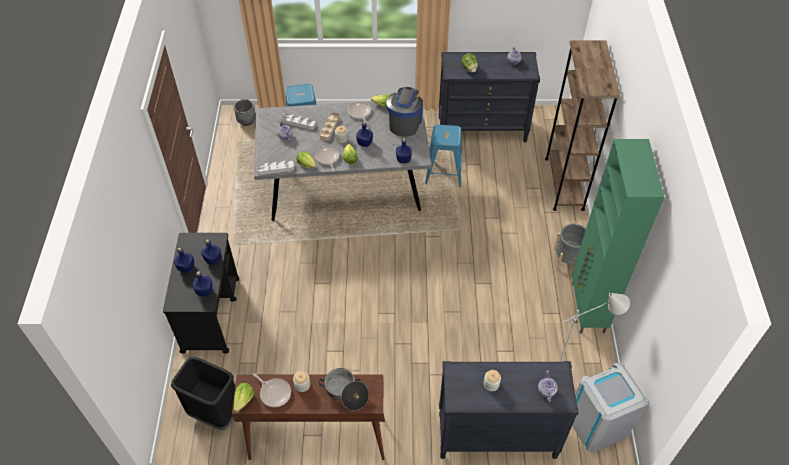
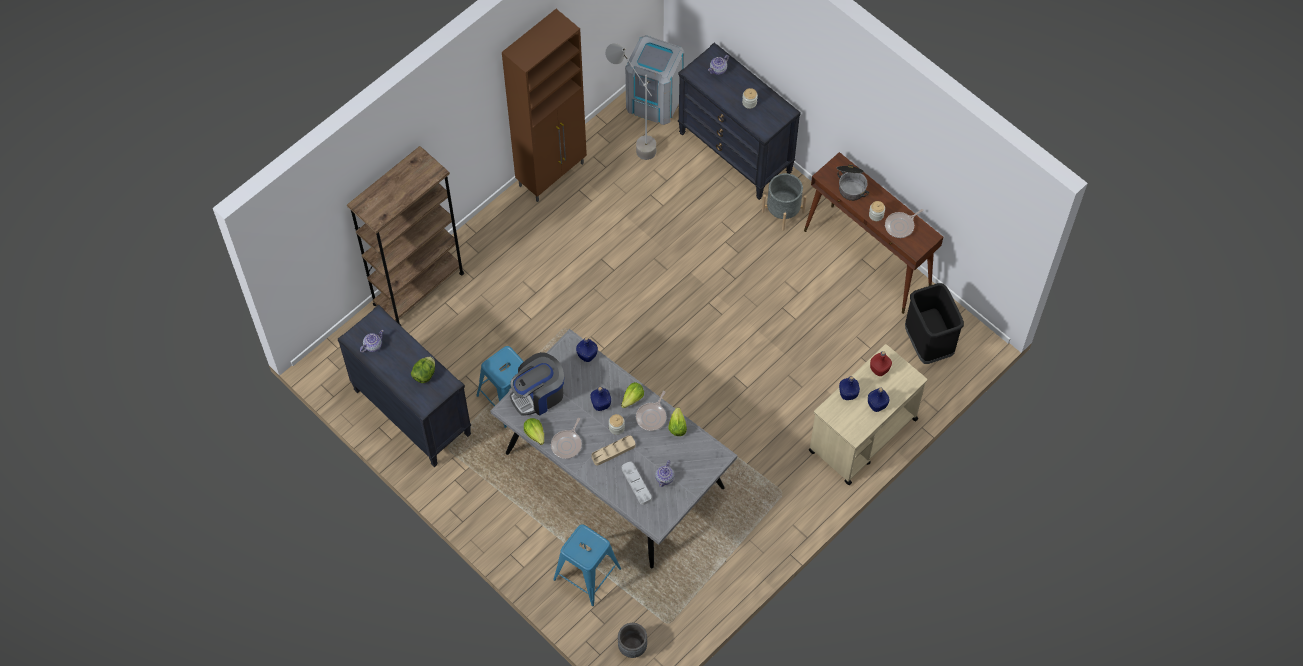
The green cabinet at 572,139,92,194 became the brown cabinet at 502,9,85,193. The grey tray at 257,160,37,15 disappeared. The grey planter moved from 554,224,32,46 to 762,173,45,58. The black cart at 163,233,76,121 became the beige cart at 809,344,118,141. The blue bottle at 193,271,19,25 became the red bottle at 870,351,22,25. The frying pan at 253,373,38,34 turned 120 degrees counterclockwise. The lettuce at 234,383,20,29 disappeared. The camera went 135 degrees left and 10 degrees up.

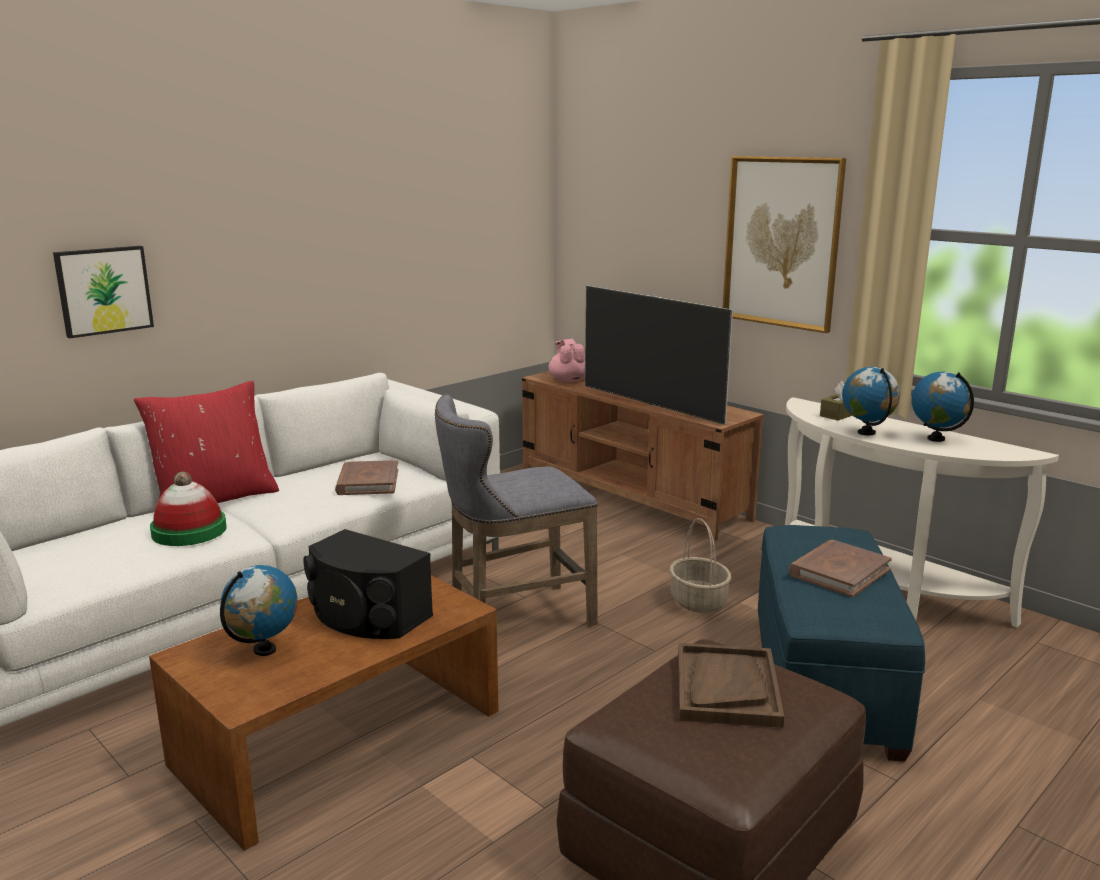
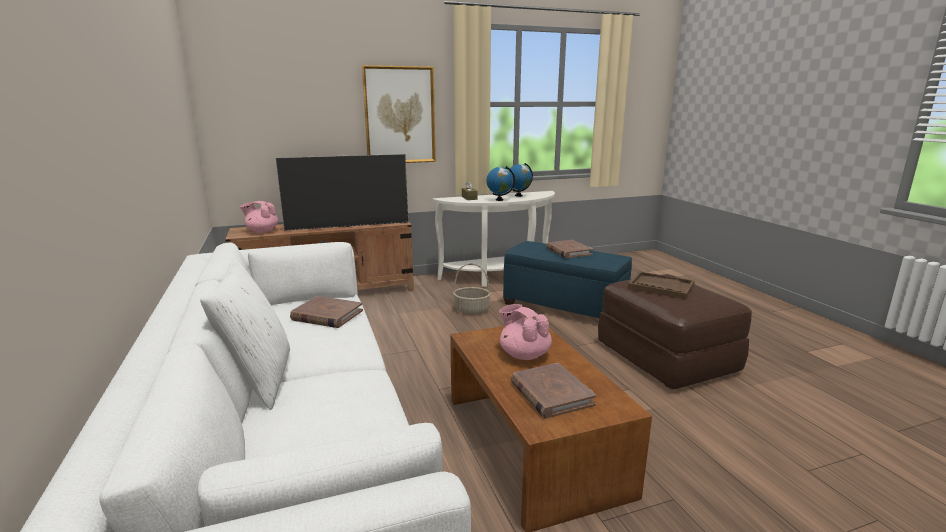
The picture at 53,246,101,92 disappeared. The red pillow at 134,381,145,122 became the white pillow at 200,258,90,152. The grey stool at 435,395,163,231 disappeared. The hat at 150,472,77,74 disappeared. The black speaker at 303,529,130,110 was replaced by the pink teapot at 499,304,53,56. The globe at 220,565,78,91 was replaced by the brown book at 511,363,85,55. The camera went 65 degrees left and 0 degrees up.

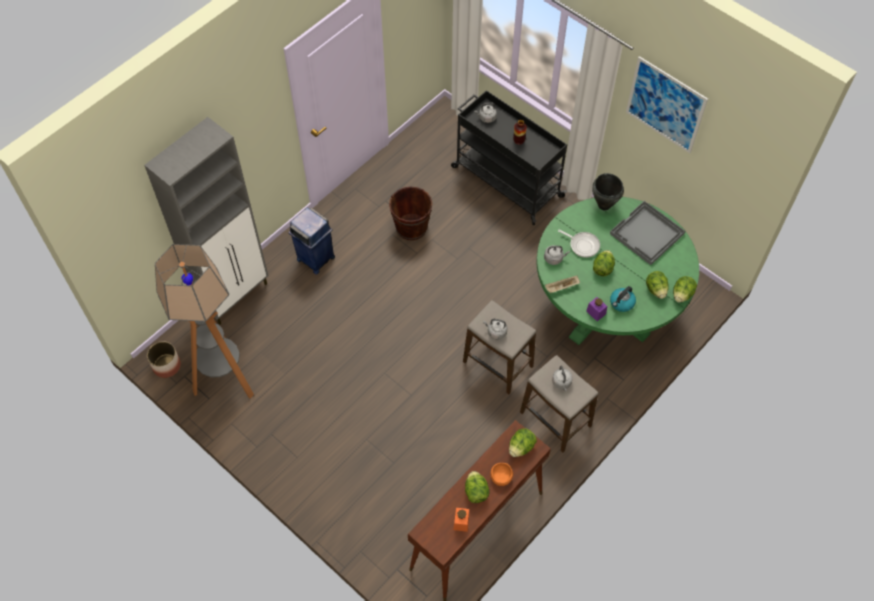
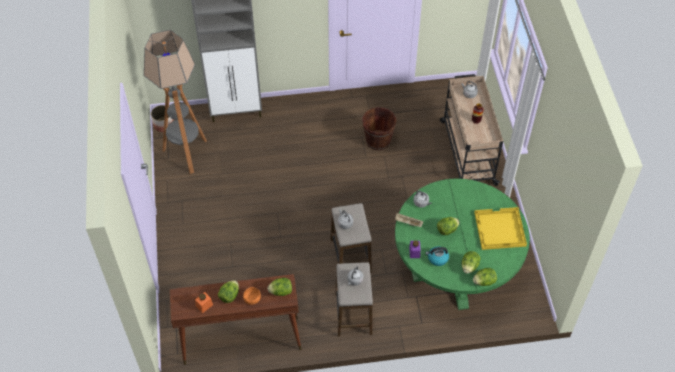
The picture at 626,56,82,97 disappeared. The black cart at 451,90,116,135 became the beige cart at 440,74,63,112. The black cooking pot at 592,173,32,37 disappeared. The grey tray at 610,201,75,64 became the yellow tray at 474,207,53,43. The blue trash can at 289,208,46,67 disappeared. The frying pan at 558,229,42,29 disappeared. The camera went 40 degrees right and 5 degrees down.

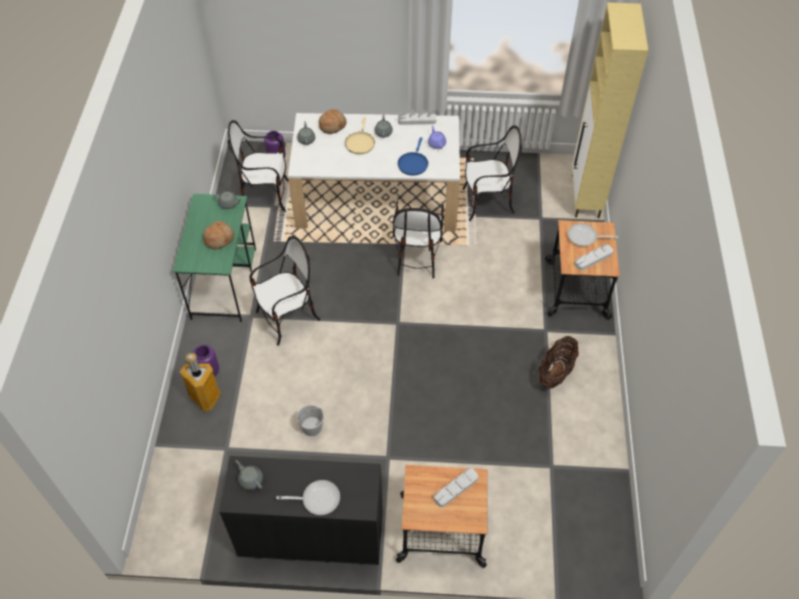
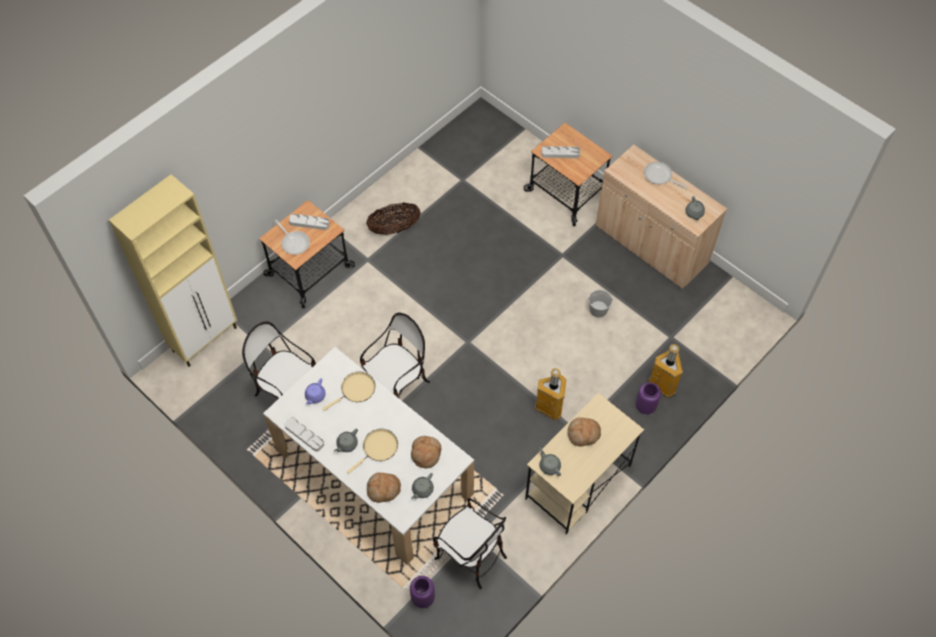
The blue frying pan at 398,137,30,39 became the beige frying pan at 322,372,53,39. The green desk at 173,194,83,128 became the beige desk at 525,393,119,141. The chair at 250,236,71,110 was replaced by the trash can at 535,368,32,52. The black cabinet at 219,456,164,109 became the beige cabinet at 596,145,131,144. The bread at 411,436,31,33 appeared. The camera went 140 degrees left and 5 degrees up.

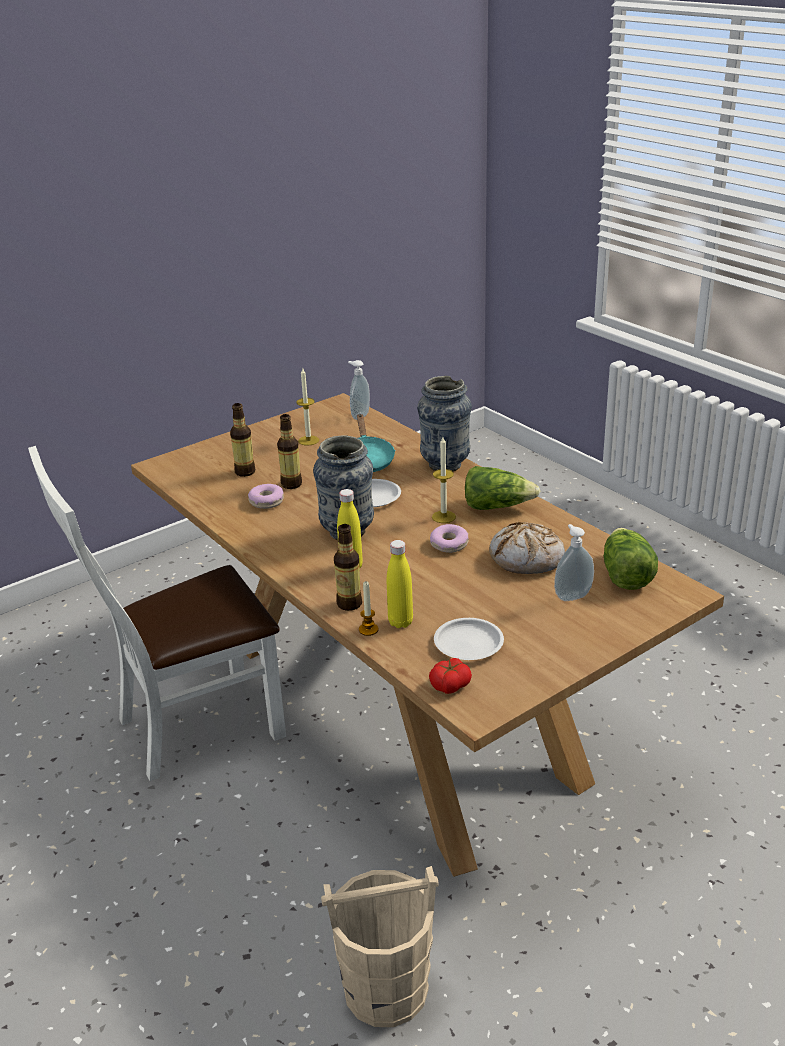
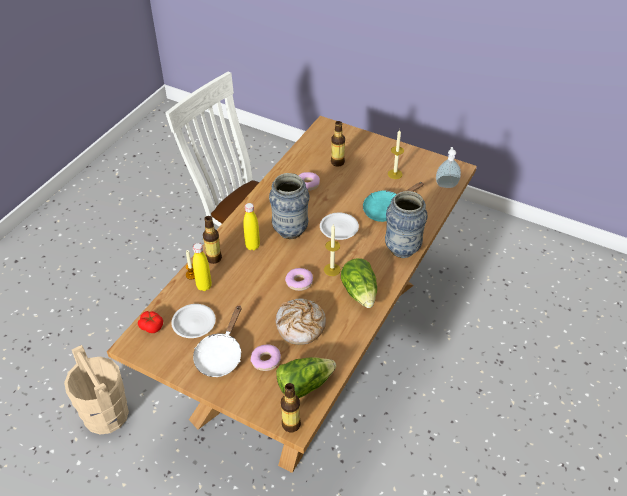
The bottle moved from 277,414,25,75 to 281,383,20,49. The soap dispenser at 554,524,40,77 was replaced by the donut at 251,345,30,26. The white frying pan at 193,305,48,72 appeared. The camera went 65 degrees right and 15 degrees up.

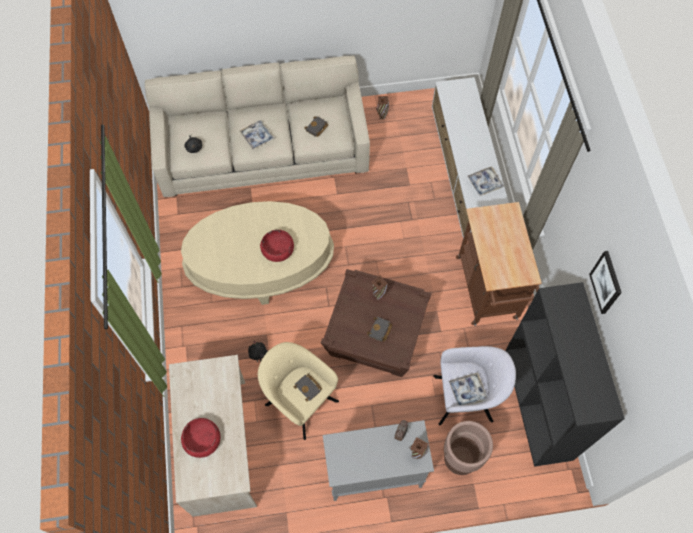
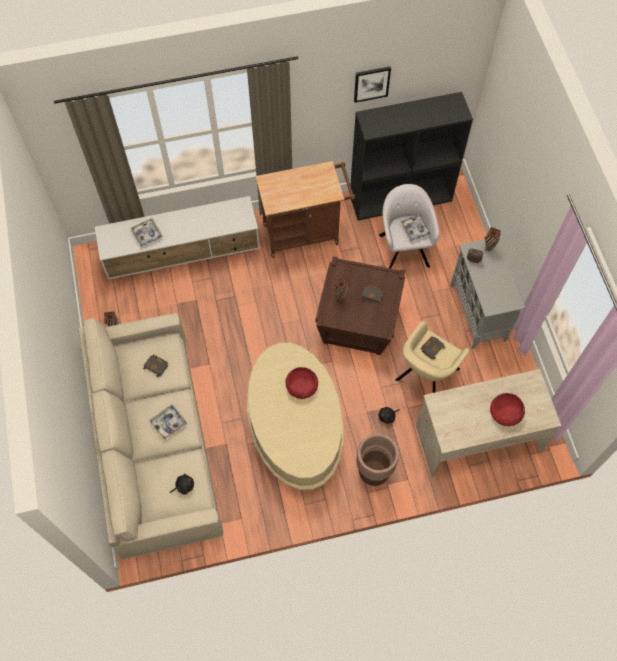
The tray moved from 468,166,36,30 to 131,218,32,29. The brown planter moved from 444,421,49,54 to 356,433,43,53. The camera went 95 degrees left and 0 degrees up.

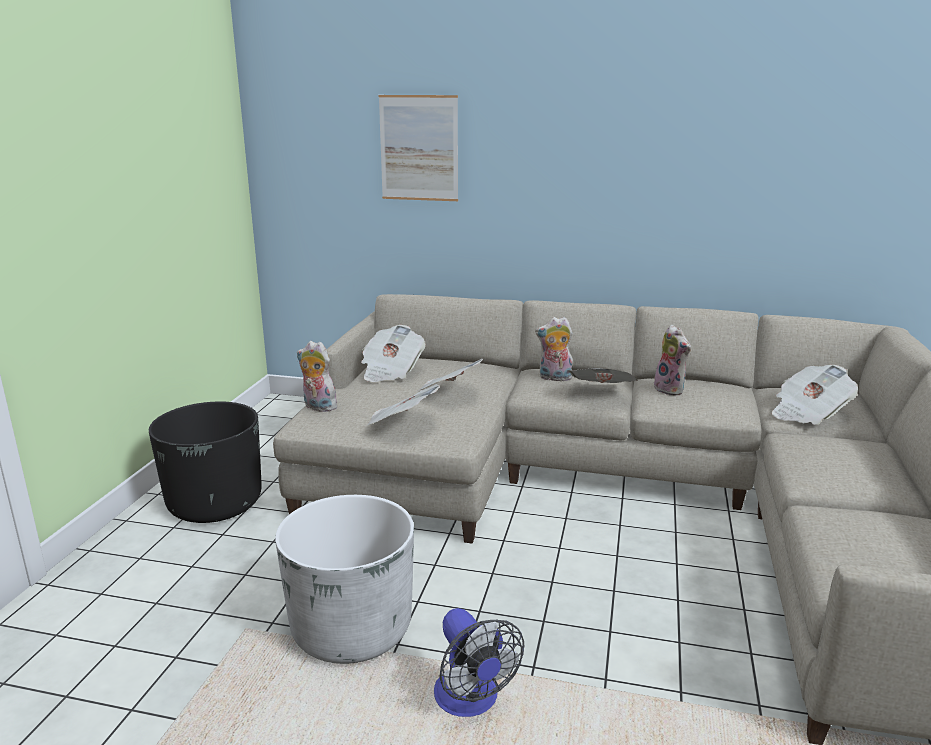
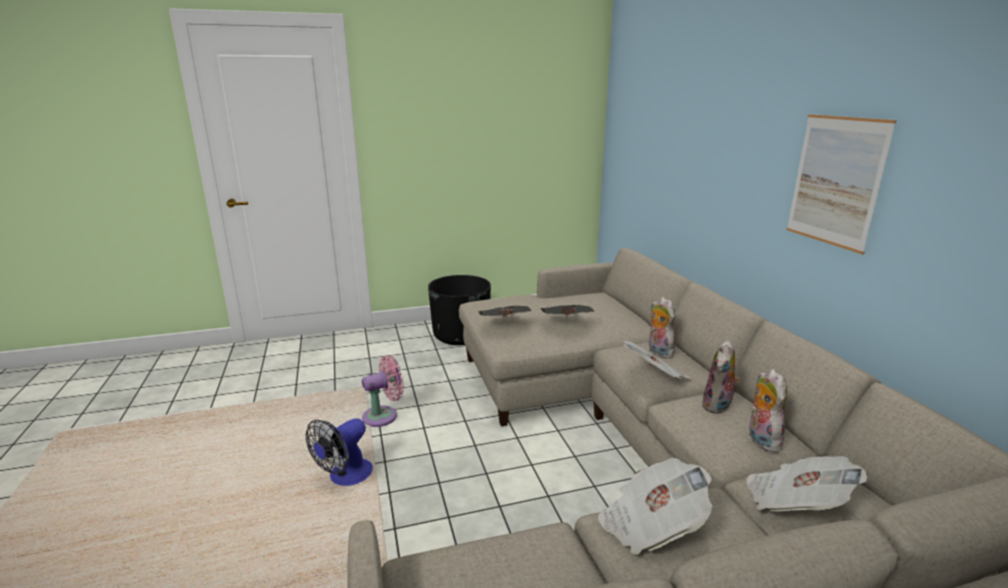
The picture moved from 378,95,80,106 to 786,114,111,140. The newspaper moved from 361,325,64,57 to 598,458,114,97. The plush toy moved from 297,341,40,71 to 749,369,38,83. The white planter at 275,495,139,169 was replaced by the pink fan at 362,355,42,72. The camera went 60 degrees right and 0 degrees up.

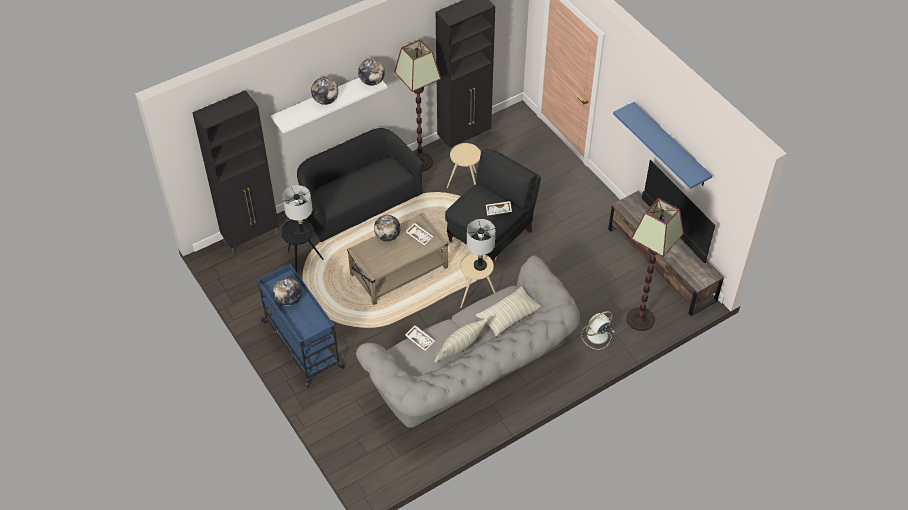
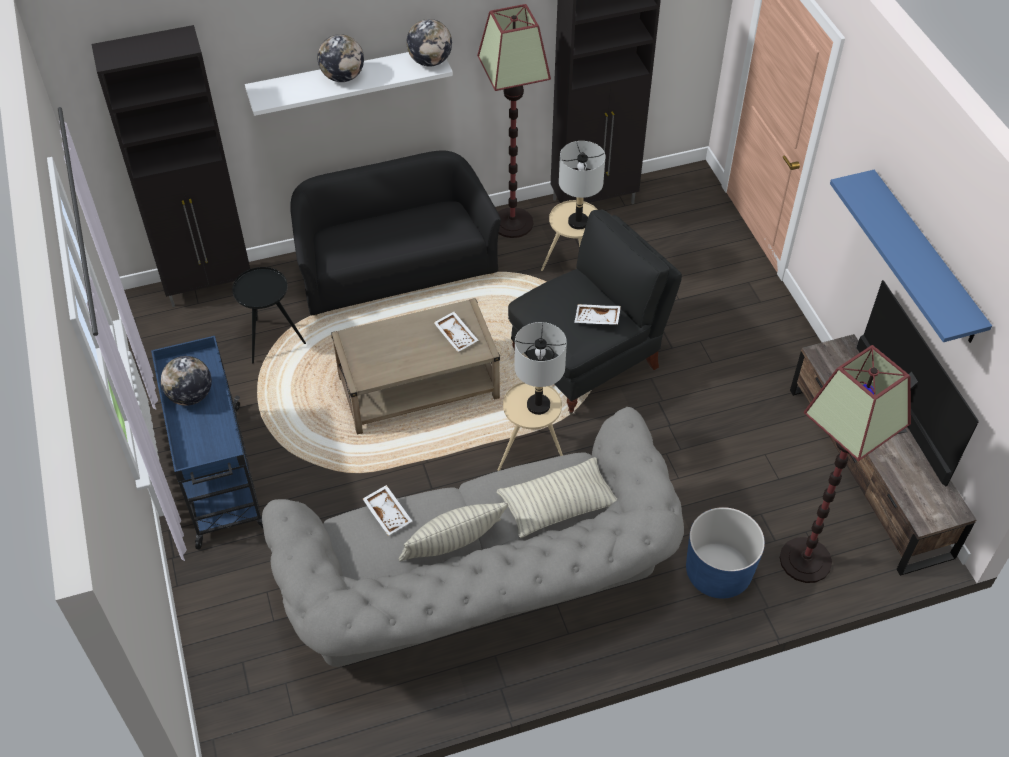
The grey table lamp moved from 282,185,30,52 to 559,141,47,88. The globe at 374,215,27,26 disappeared. The white fan at 581,311,33,39 was replaced by the blue planter at 686,507,79,92. The camera went 15 degrees right and 0 degrees up.

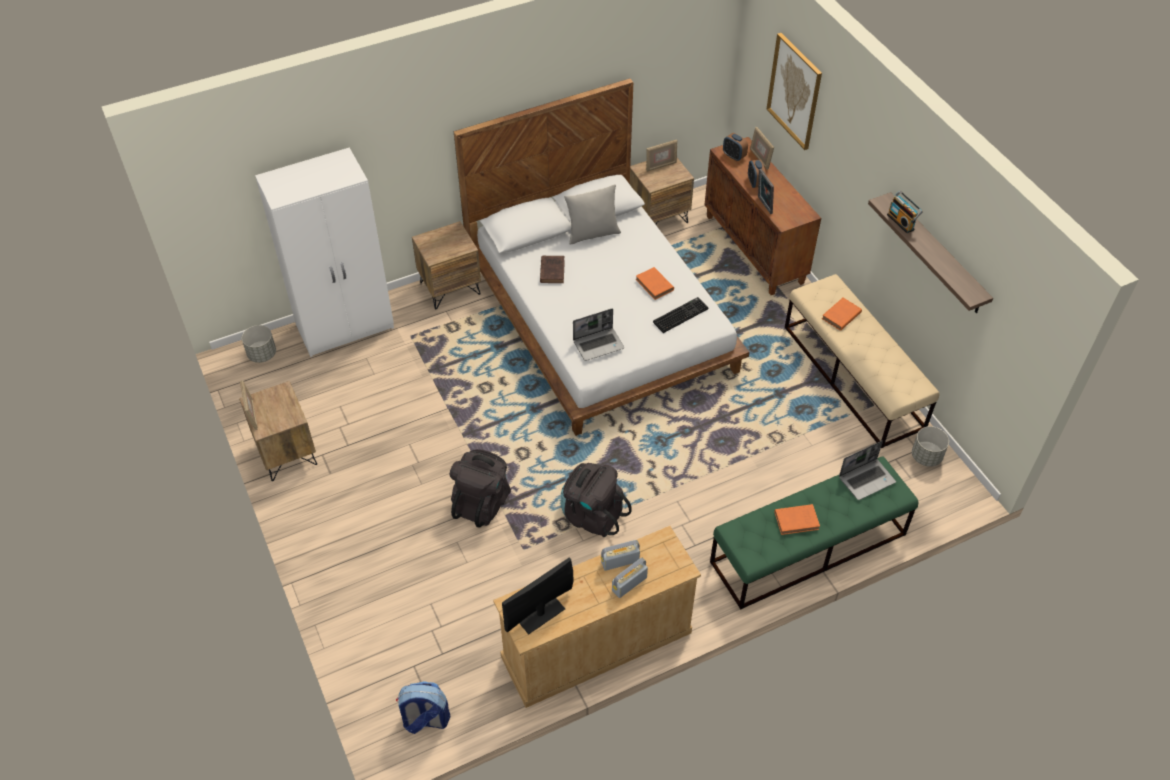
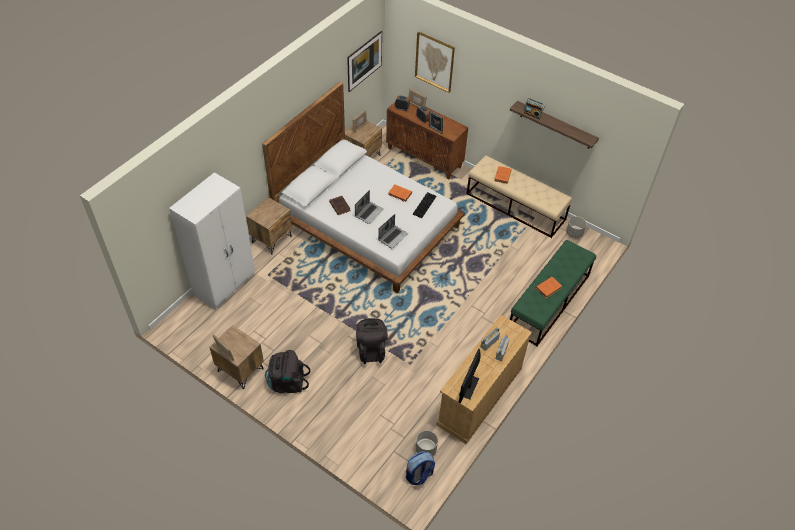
The grey pillow at 564,184,57,61 disappeared. The grey planter moved from 242,325,34,38 to 416,430,22,25. The laptop moved from 839,441,57,59 to 355,190,28,34. The black backpack moved from 561,463,71,74 to 265,350,45,43. The picture at 347,31,35,61 appeared. The camera went 30 degrees left and 0 degrees up.

